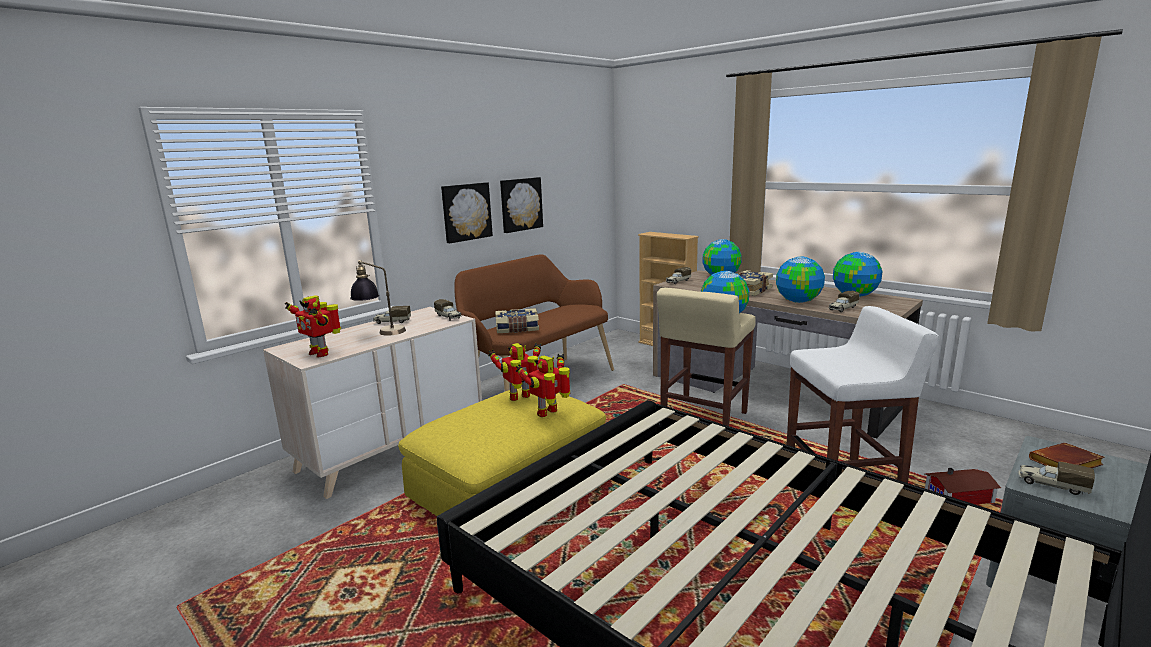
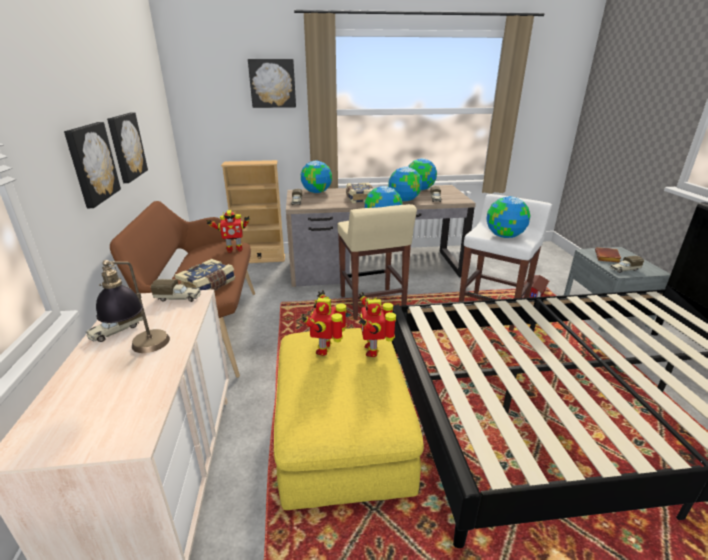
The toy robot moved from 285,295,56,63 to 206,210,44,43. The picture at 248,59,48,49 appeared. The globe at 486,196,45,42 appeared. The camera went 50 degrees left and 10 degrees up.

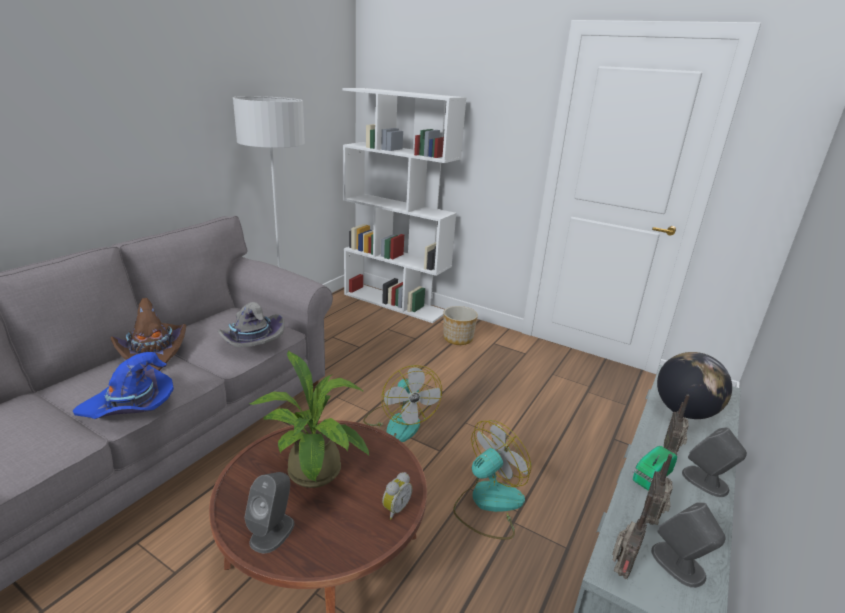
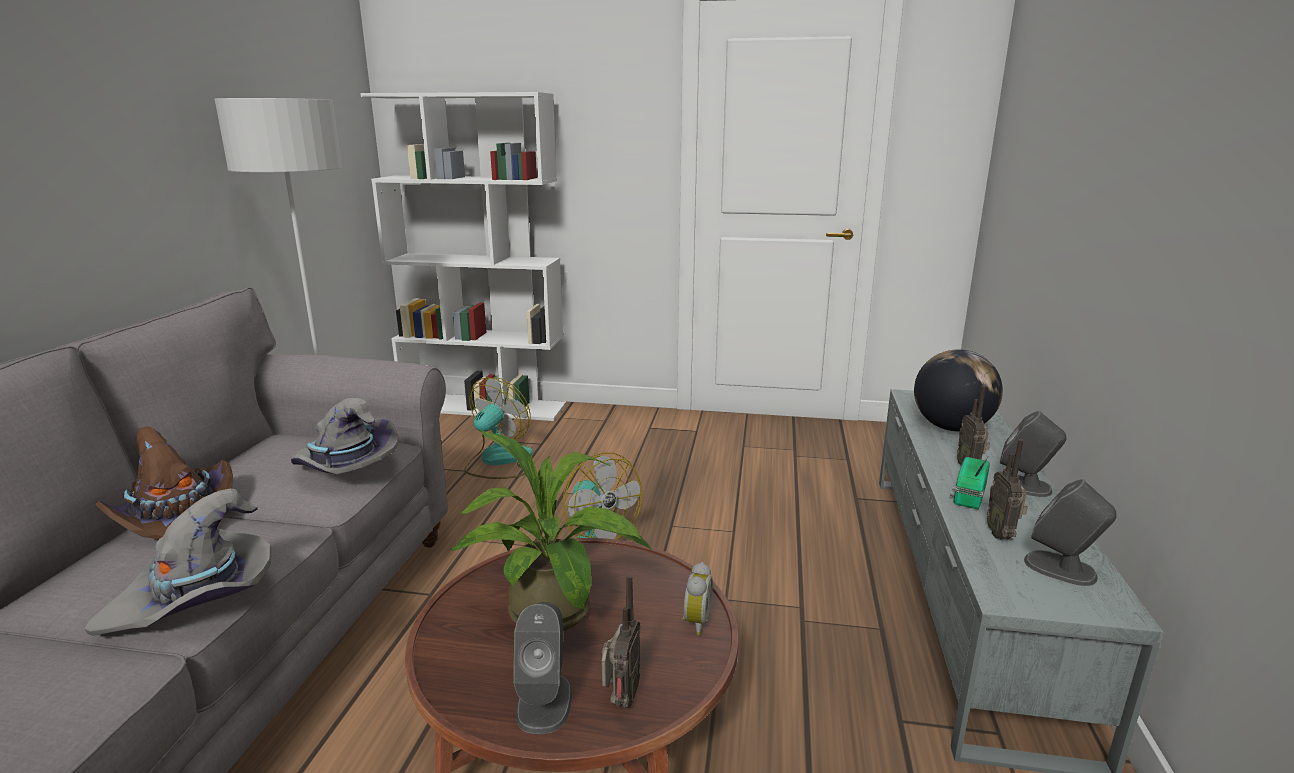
The planter at 443,306,35,39 disappeared. The blue hat at 73,352,101,67 became the grey hat at 84,489,187,147. The fan moved from 453,420,78,120 to 464,377,69,102. The radio moved from 612,494,41,85 to 602,575,38,133. The camera went 20 degrees left and 5 degrees down.

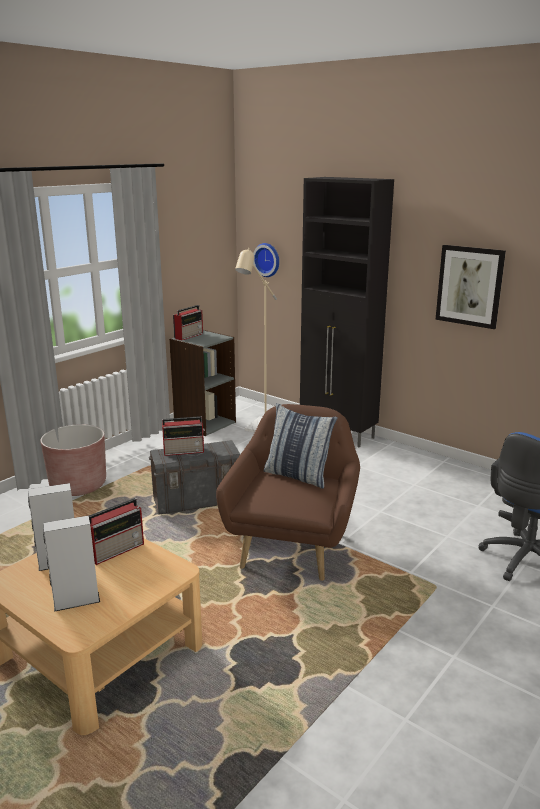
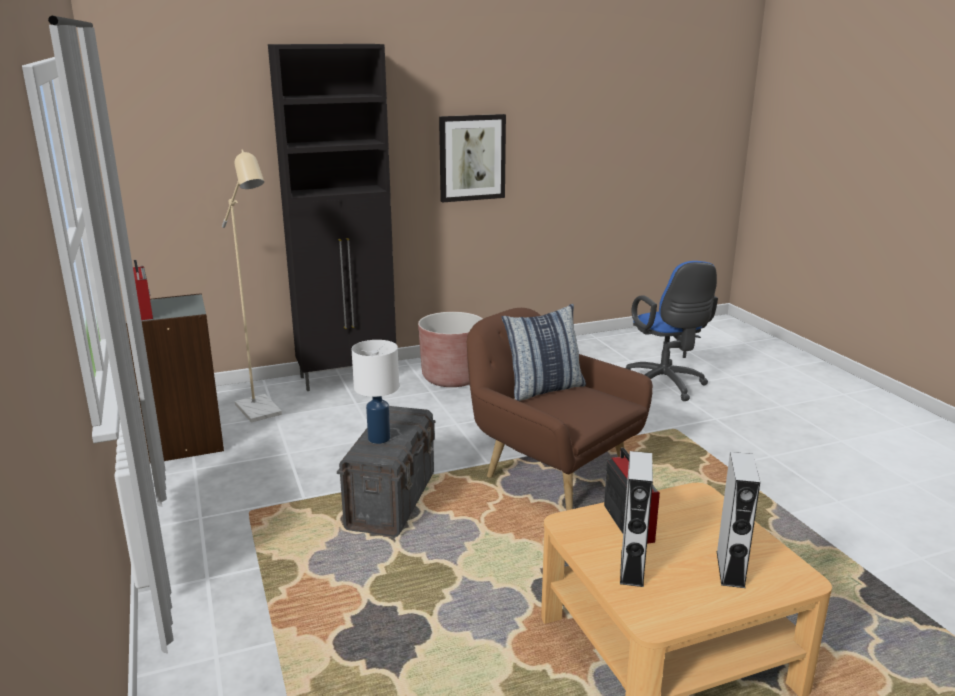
The wall clock at 253,243,26,34 disappeared. The radio at 162,416,43,40 was replaced by the white table lamp at 352,340,47,104. The brown planter moved from 40,424,66,72 to 418,312,65,75. The camera went 60 degrees left and 0 degrees up.

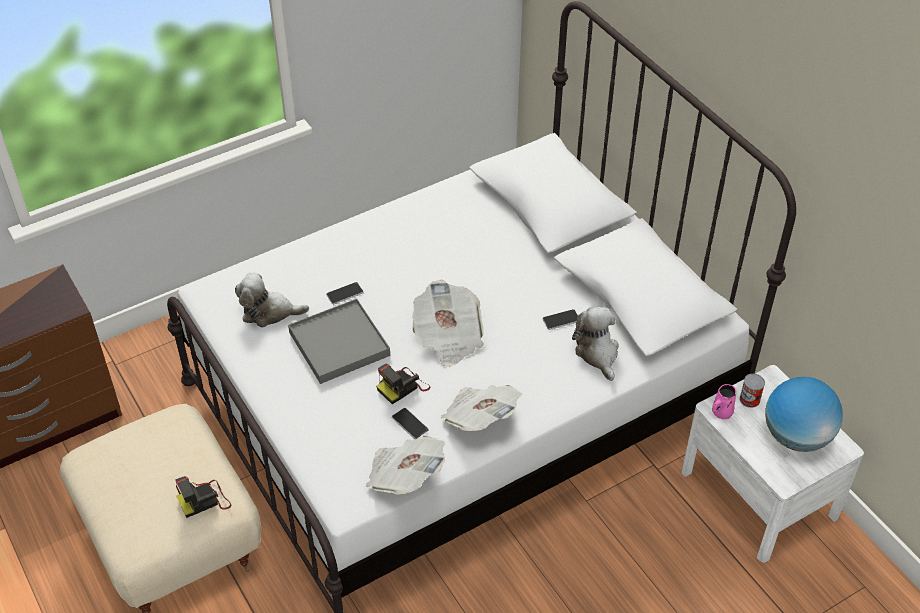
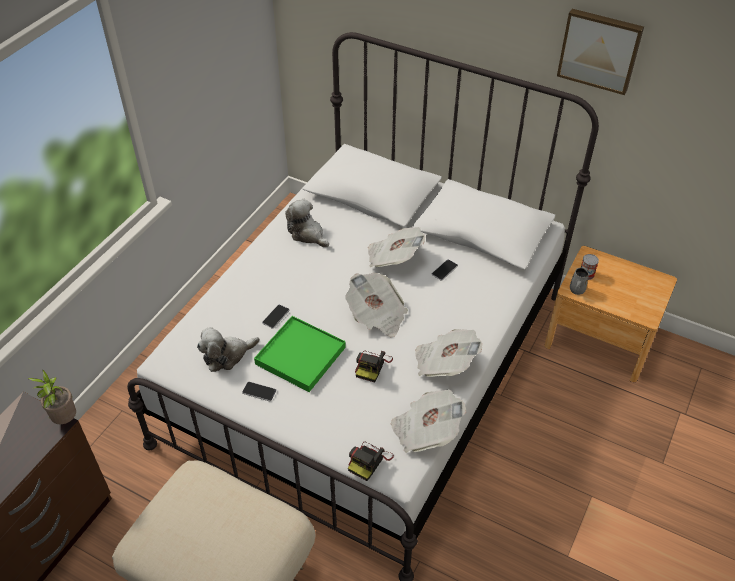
The grey tray at 288,299,102,85 became the green tray at 254,316,92,76. The plush toy moved from 572,307,46,74 to 285,199,44,48. The white nightstand at 682,365,182,198 became the brown nightstand at 545,246,132,136. The globe at 765,377,78,75 disappeared. The pink mug at 712,384,24,35 became the grey mug at 570,268,19,27. The phone moved from 392,408,36,31 to 242,382,34,19. The photo camera moved from 175,476,56,42 to 348,441,46,40. The picture at 557,9,87,86 appeared. The newspaper at 368,227,57,40 appeared. The potted plant at 28,369,48,55 appeared. The camera went 30 degrees left and 0 degrees up.

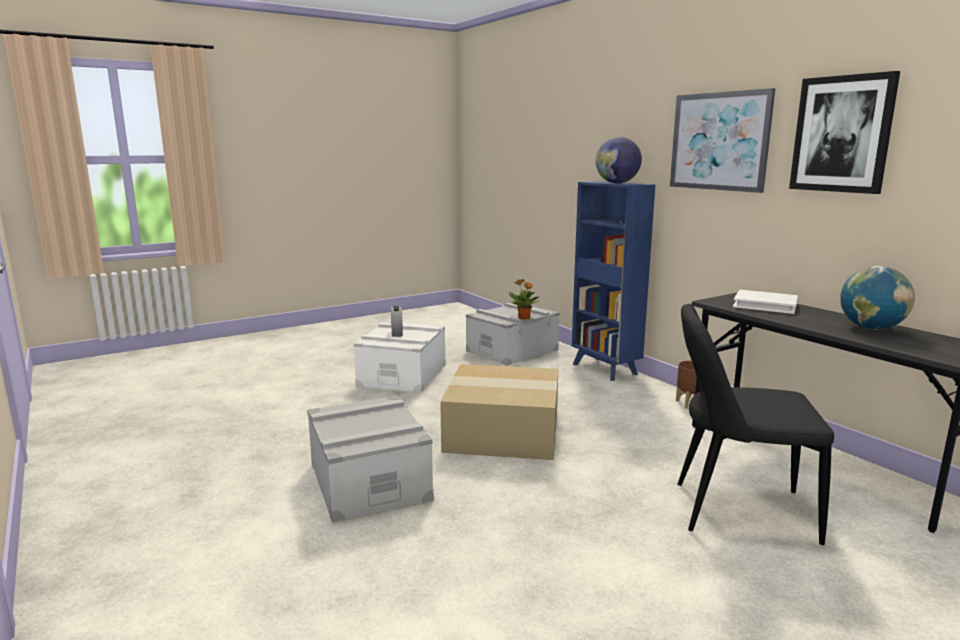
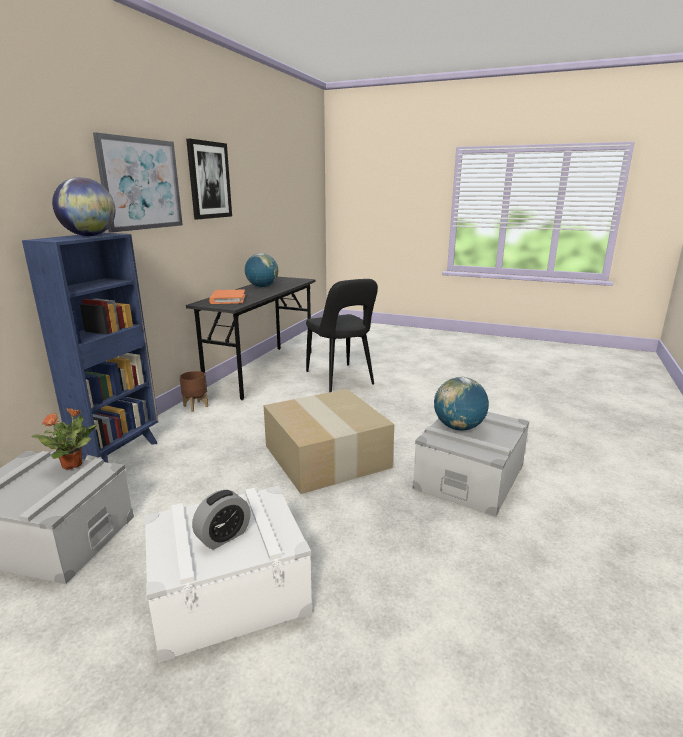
The white book at 733,290,65,24 became the orange book at 209,289,36,15. The globe at 434,377,55,54 appeared. The camera went 125 degrees left and 5 degrees up.

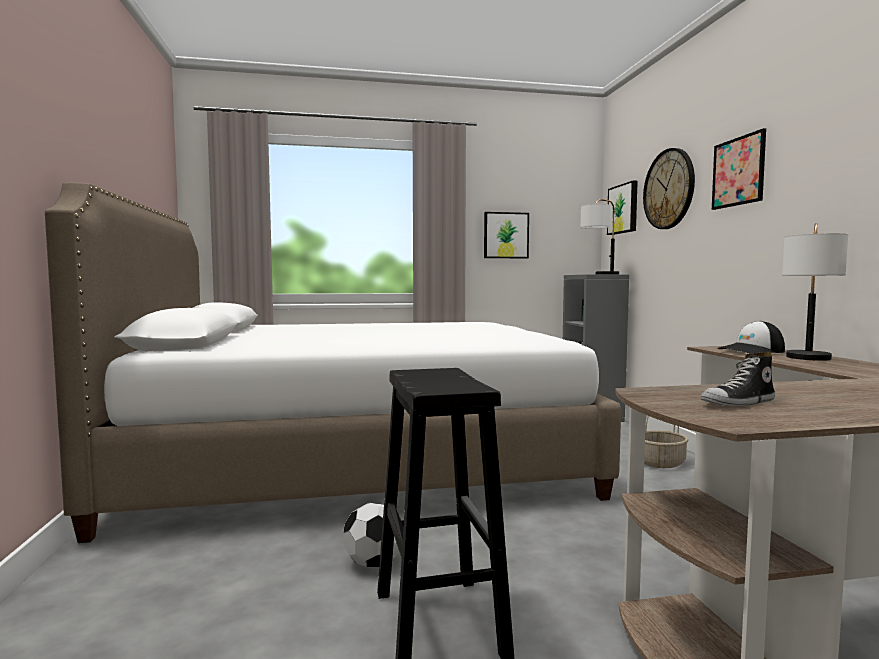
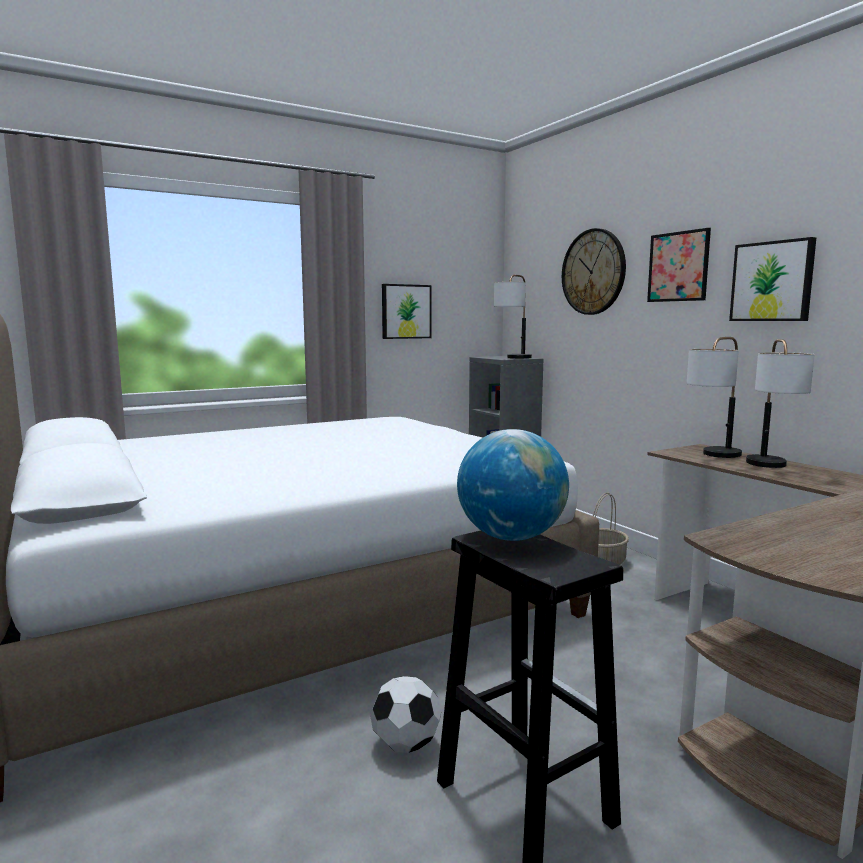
The picture moved from 607,180,31,55 to 729,237,87,84. The cap at 718,321,67,33 was replaced by the table lamp at 687,337,55,121. The shoe at 701,352,74,54 disappeared. The globe at 457,429,112,112 appeared. The camera went 20 degrees left and 5 degrees up.

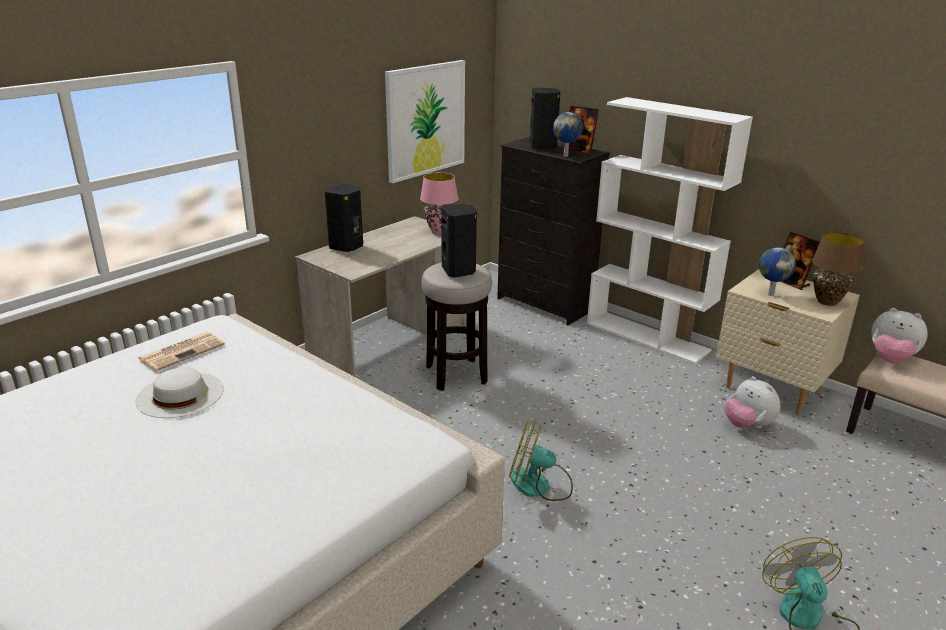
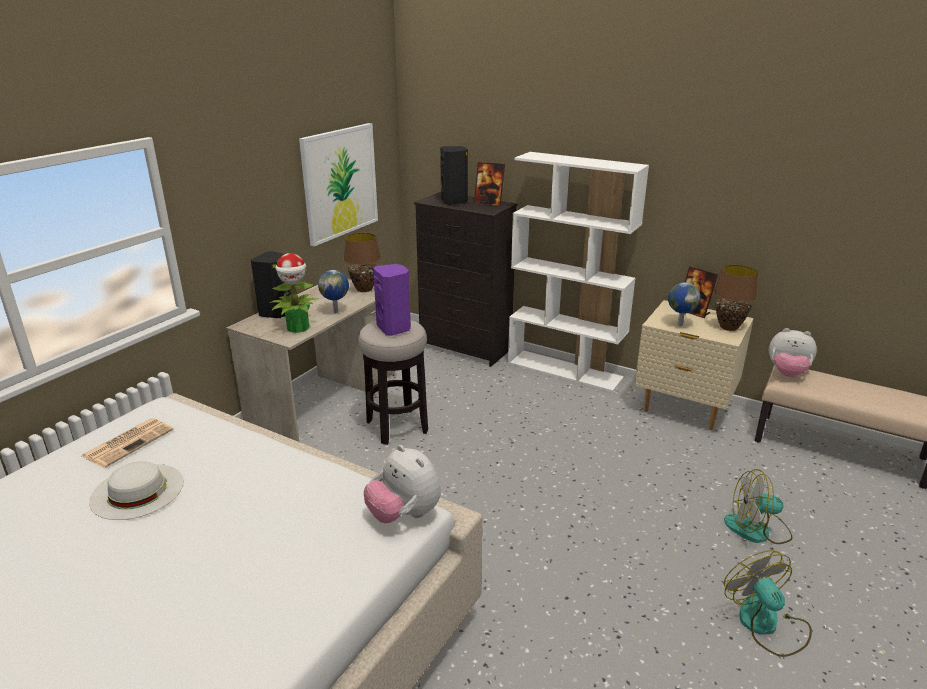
The globe moved from 553,112,30,45 to 318,270,31,43. The pink table lamp at 420,172,38,62 became the brown table lamp at 344,233,37,59. The black speaker at 441,204,36,74 became the purple speaker at 373,264,38,72. The plush toy moved from 725,376,56,52 to 364,445,77,78. The fan moved from 509,420,64,81 to 724,469,69,75. The potted plant at 270,253,48,80 appeared. The camera went 10 degrees left and 0 degrees up.

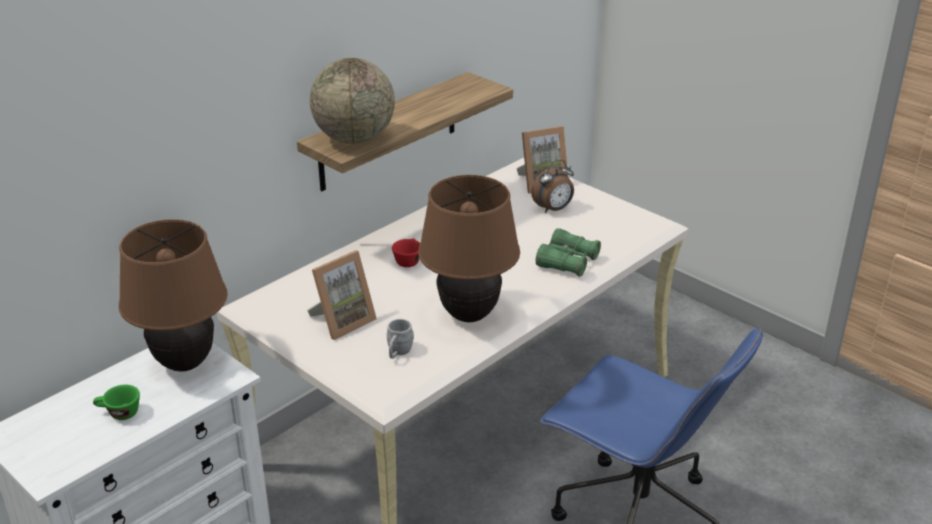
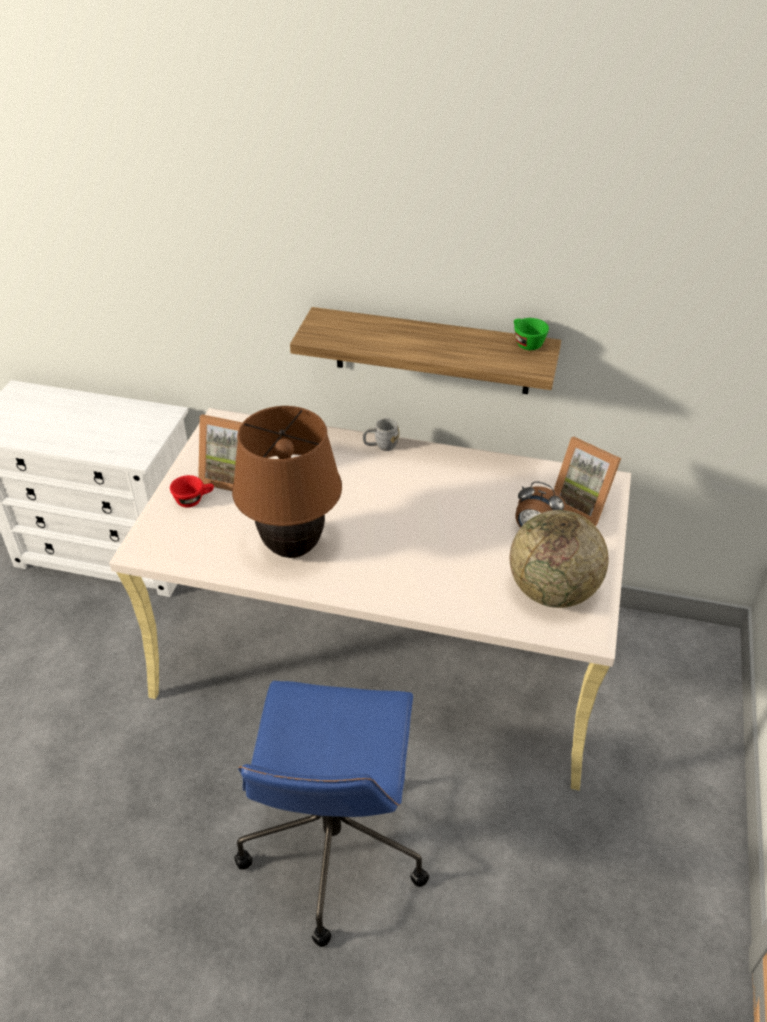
The globe moved from 310,58,85,86 to 510,510,98,98. The brown table lamp at 119,219,108,153 disappeared. The green binoculars at 536,228,65,48 disappeared. The red cup moved from 392,238,29,29 to 170,475,44,33. The grey mug moved from 387,319,27,40 to 363,418,36,33. The green cup moved from 93,385,47,35 to 514,318,35,32. The camera went 60 degrees right and 10 degrees up.

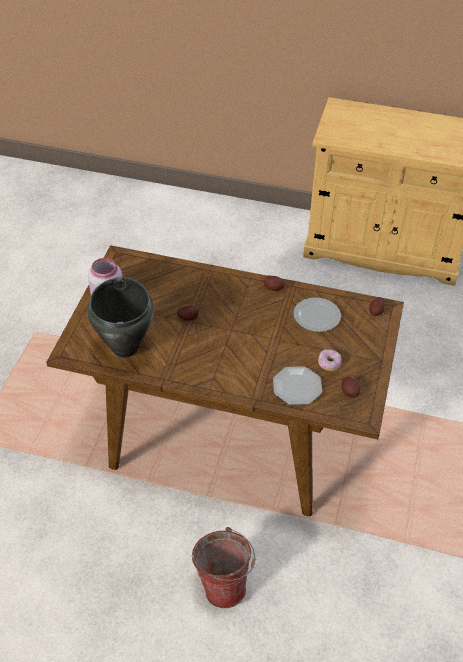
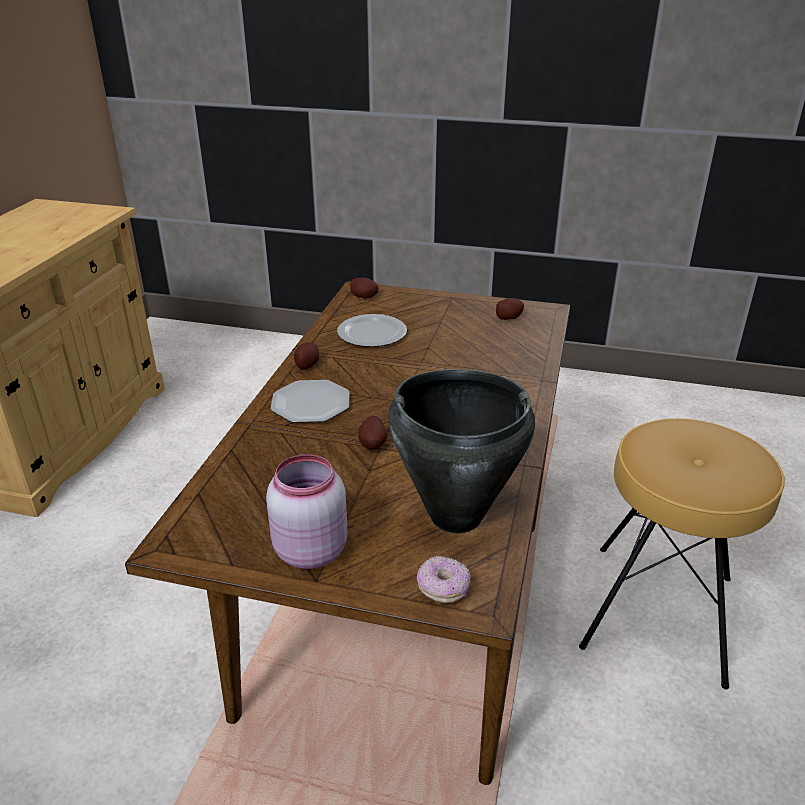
The donut moved from 318,349,24,22 to 417,556,54,47. The plate moved from 273,367,49,38 to 271,380,78,43. The bucket at 192,527,63,81 was replaced by the brown stool at 579,418,206,271. The camera went 90 degrees left and 15 degrees down.

